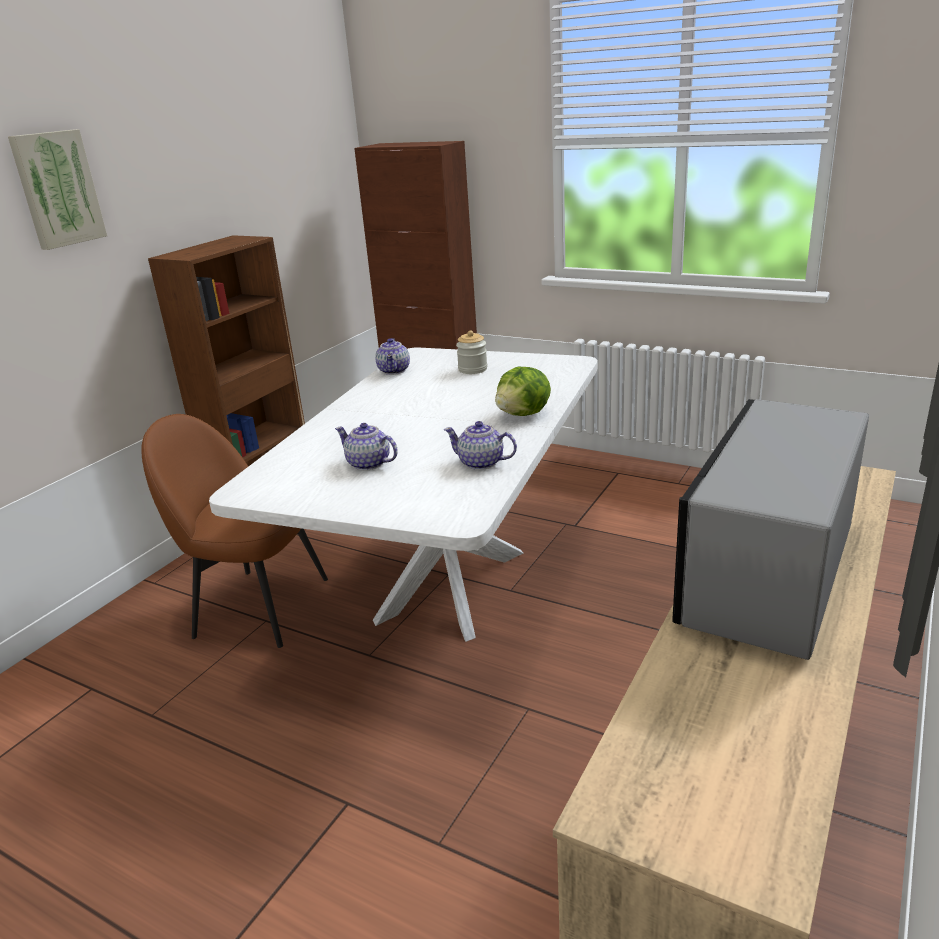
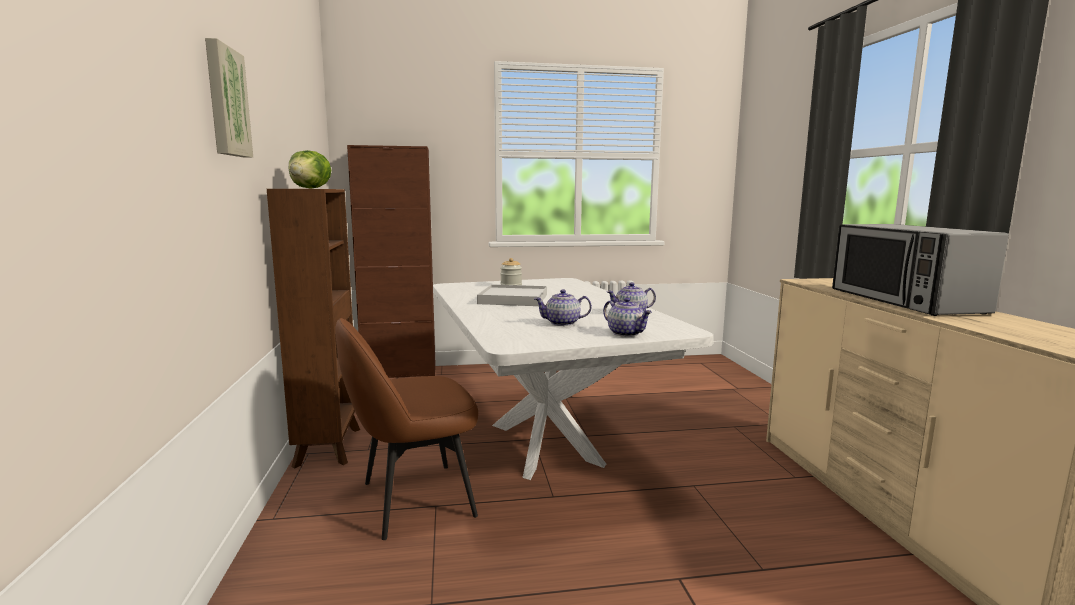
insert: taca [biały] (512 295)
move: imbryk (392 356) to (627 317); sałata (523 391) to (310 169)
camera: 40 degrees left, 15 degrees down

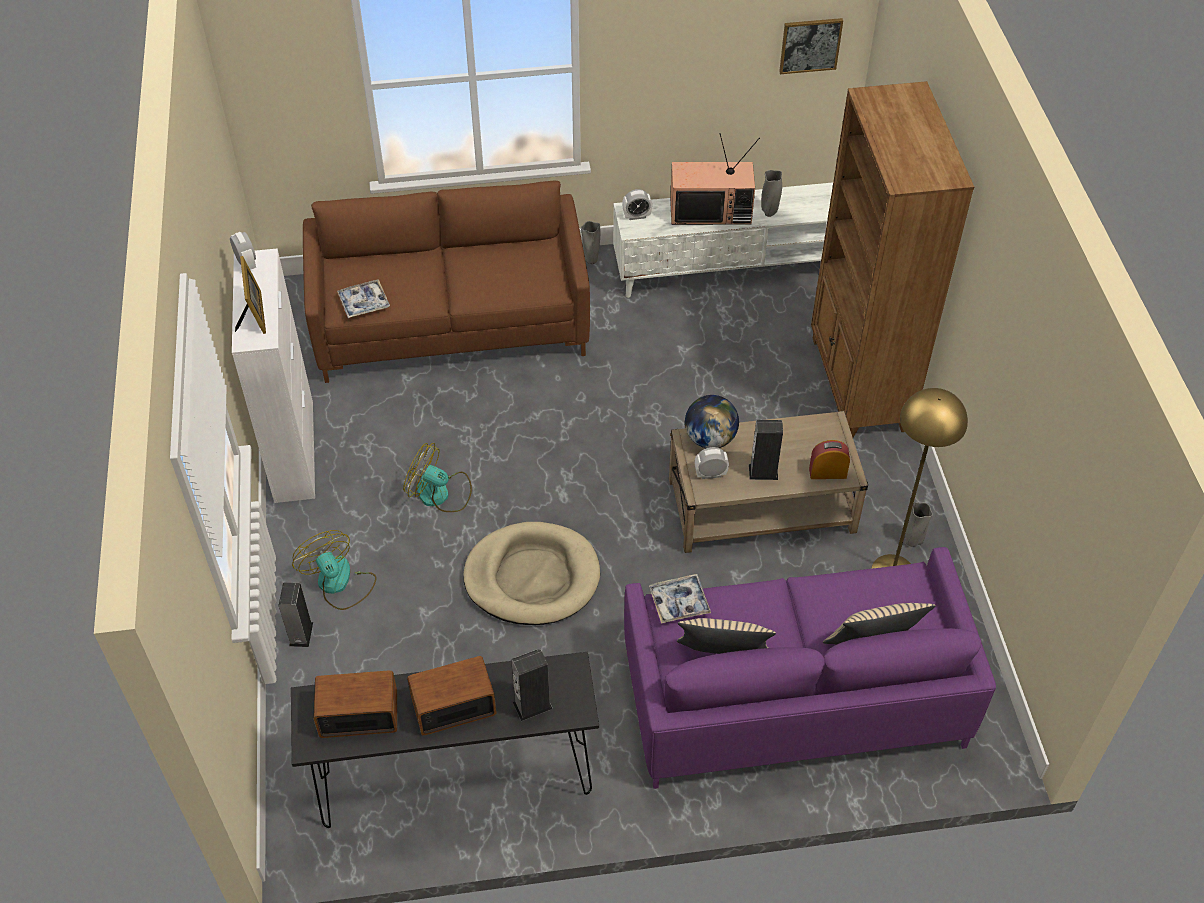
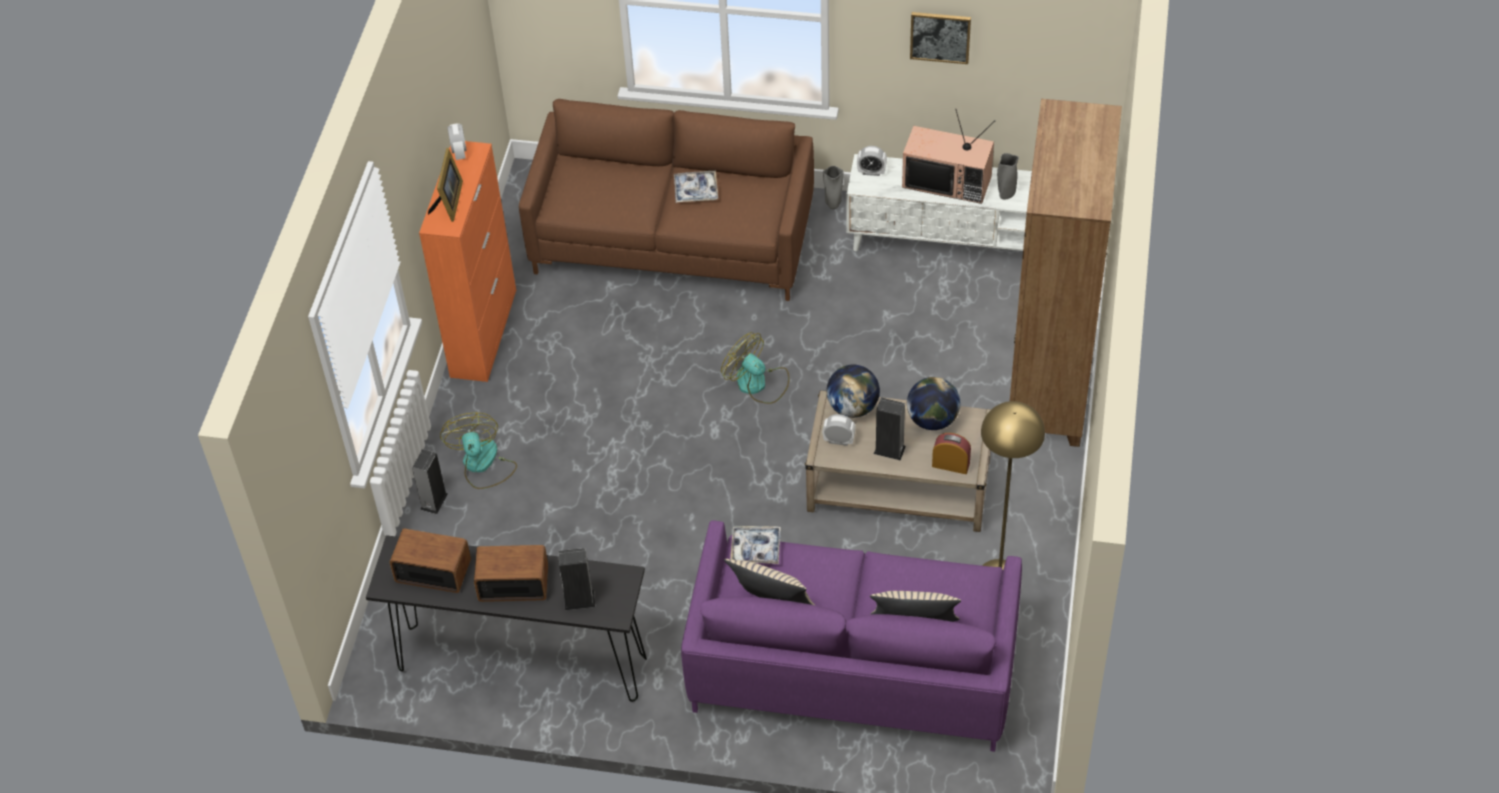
delete: legowisko [beżowy] (531 573); wazon [szary] (919 524)
insert: globus (933 403)
move: taca (363 298) to (696 187); wentylator (437 477) to (755 368); obraz (811 46) to (940 38)
recolor: szafka [biały] (273 375) to szafka [pomarańczowy] (467 261)
camera: 20 degrees right, 0 degrees up

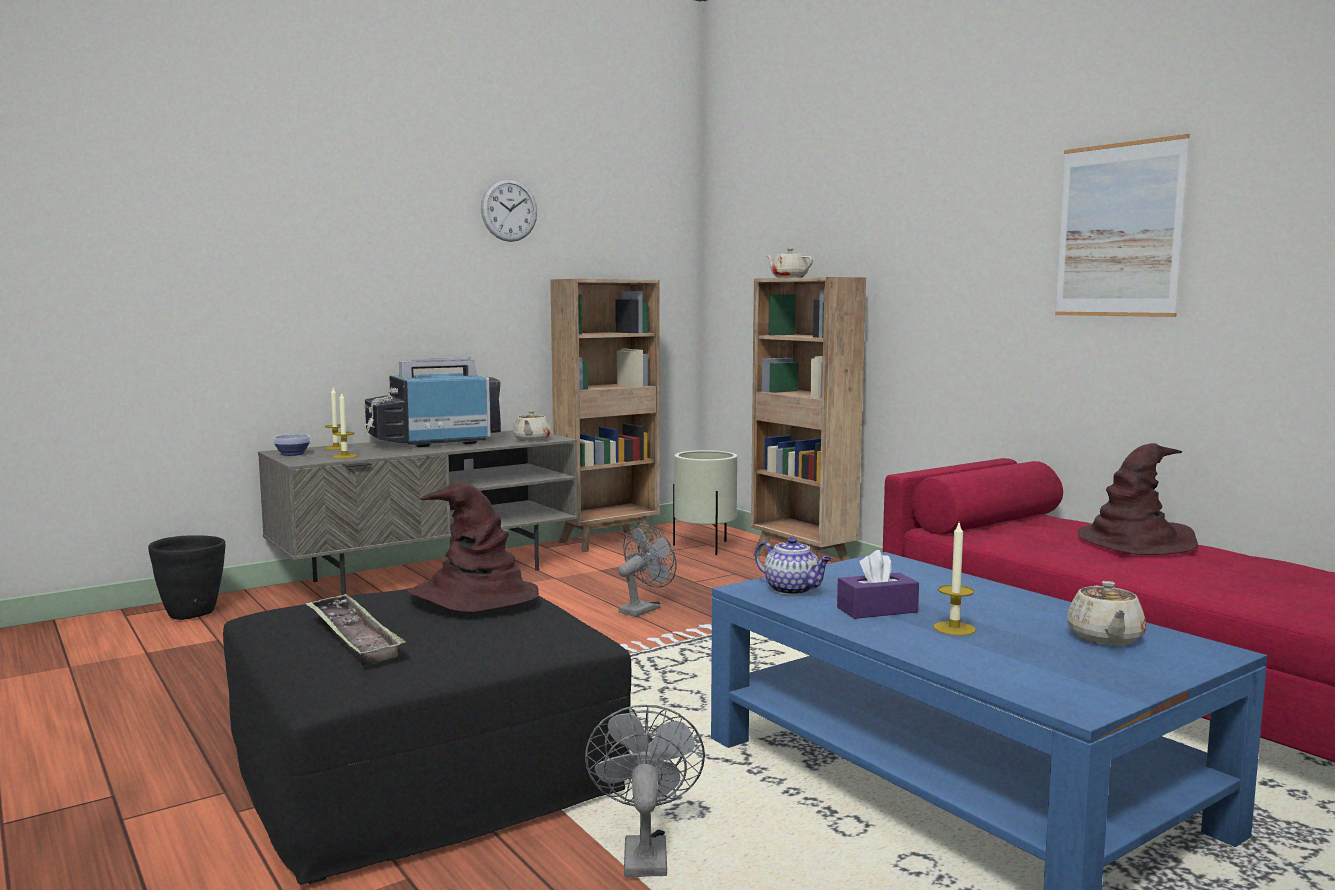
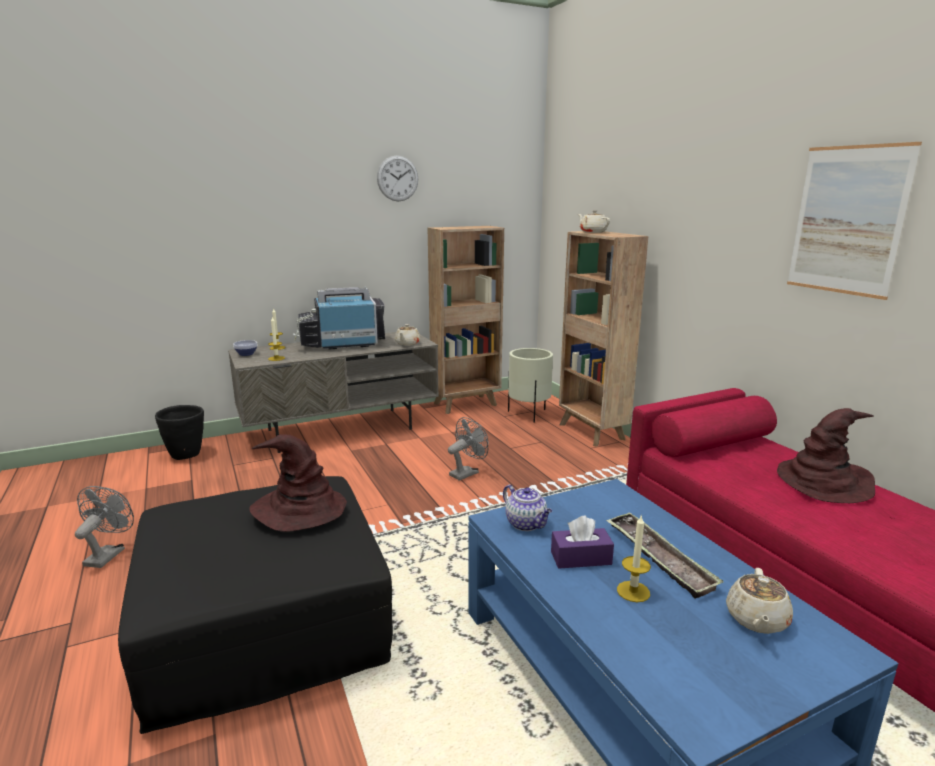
move: taca (355 629) to (664 555); wentylator [szary] (645 791) to (104 527)
camera: 10 degrees right, 10 degrees up

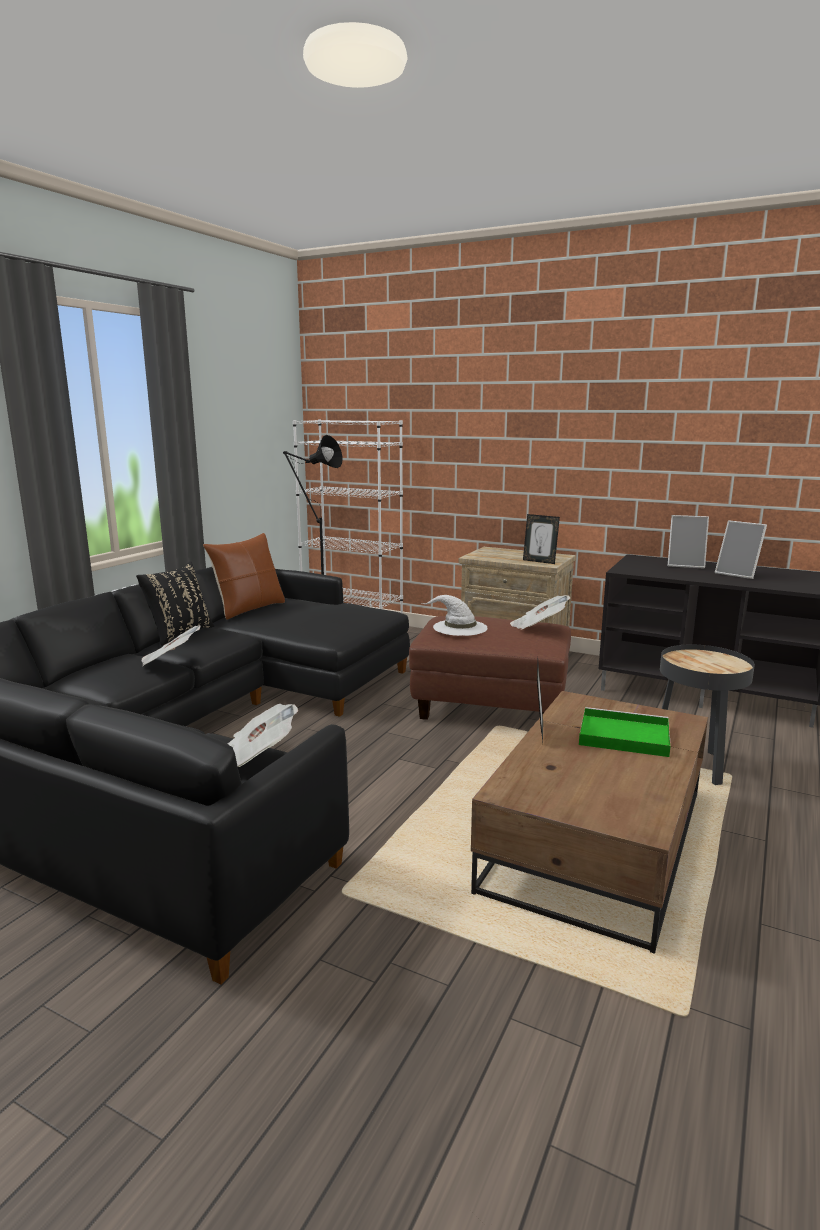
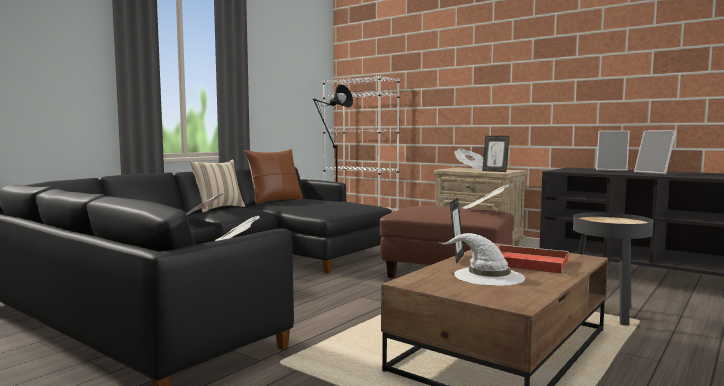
insert: gazeta (468 159)
move: kapelusz [biały] (454 615) to (482 259)
recolor: poduszka [czarny] (175 603) to poduszka [beżowy] (217 185); taca [zielony] (625 732) to taca [czerwony] (533 259)
camera: 10 degrees right, 10 degrees down

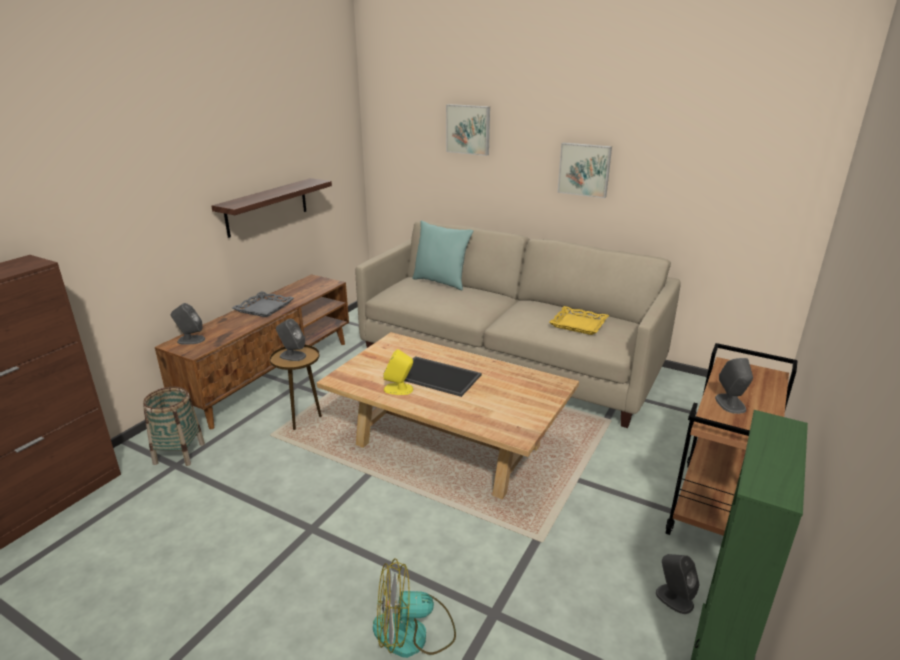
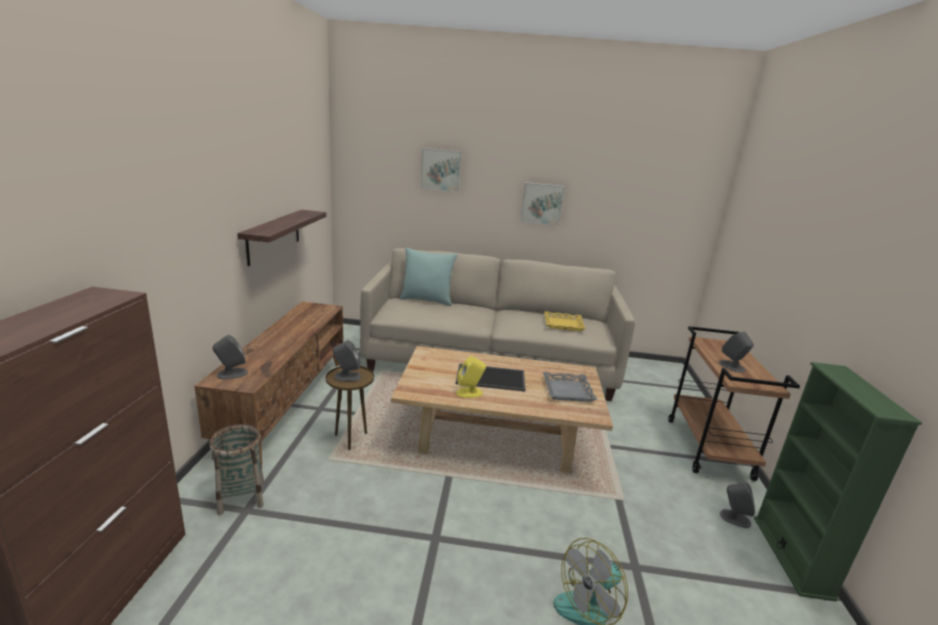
move: taca [szary] (263 304) to (570 387)
camera: 25 degrees left, 5 degrees down

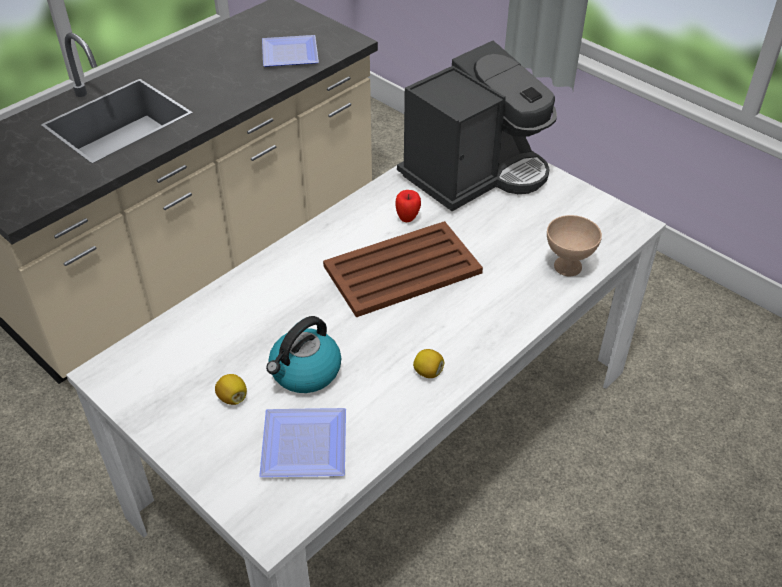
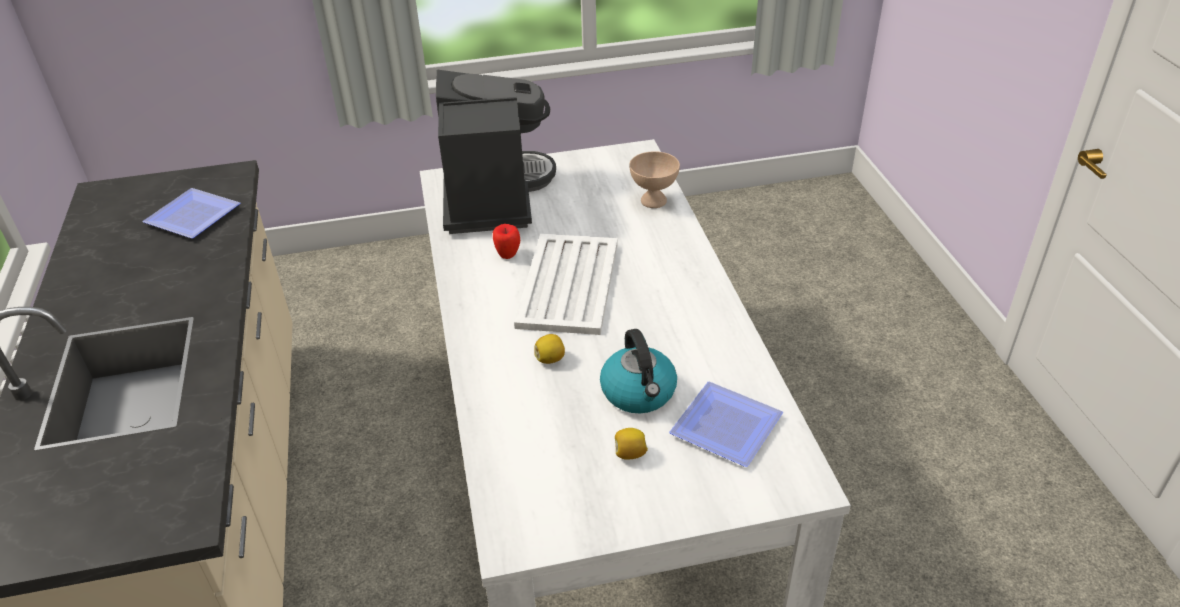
move: cytryna (428 363) to (549 349)
recolor: taca [brązowy] (403 269) to taca [biały] (566 284)
camera: 55 degrees left, 5 degrees down

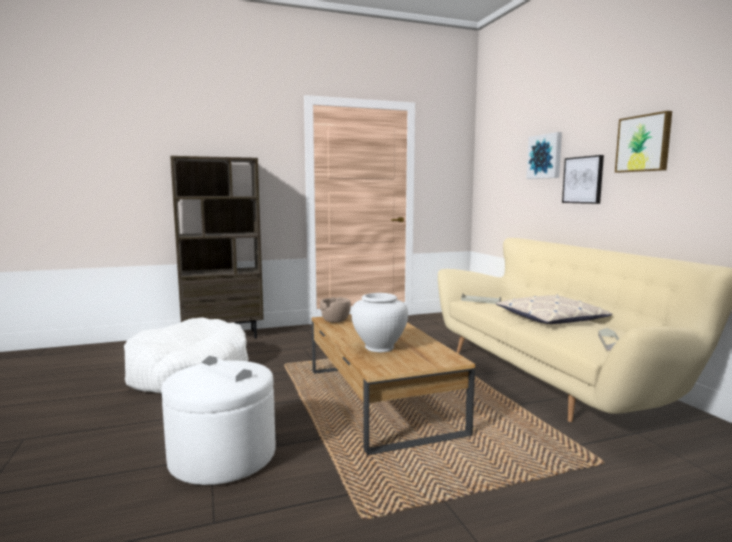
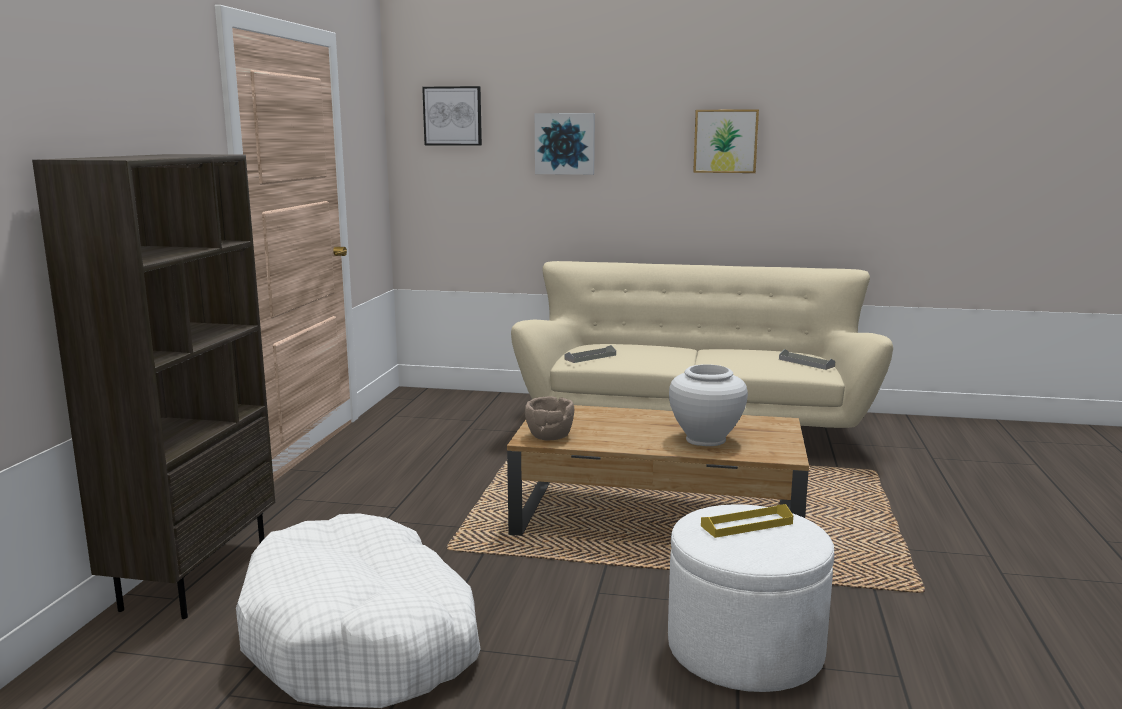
delete: poduszka (554 309)
move: obraz (583 179) to (452 116)
recolor: taca [biały] (226 369) to taca [żółty] (747 521)
camera: 60 degrees left, 5 degrees up

